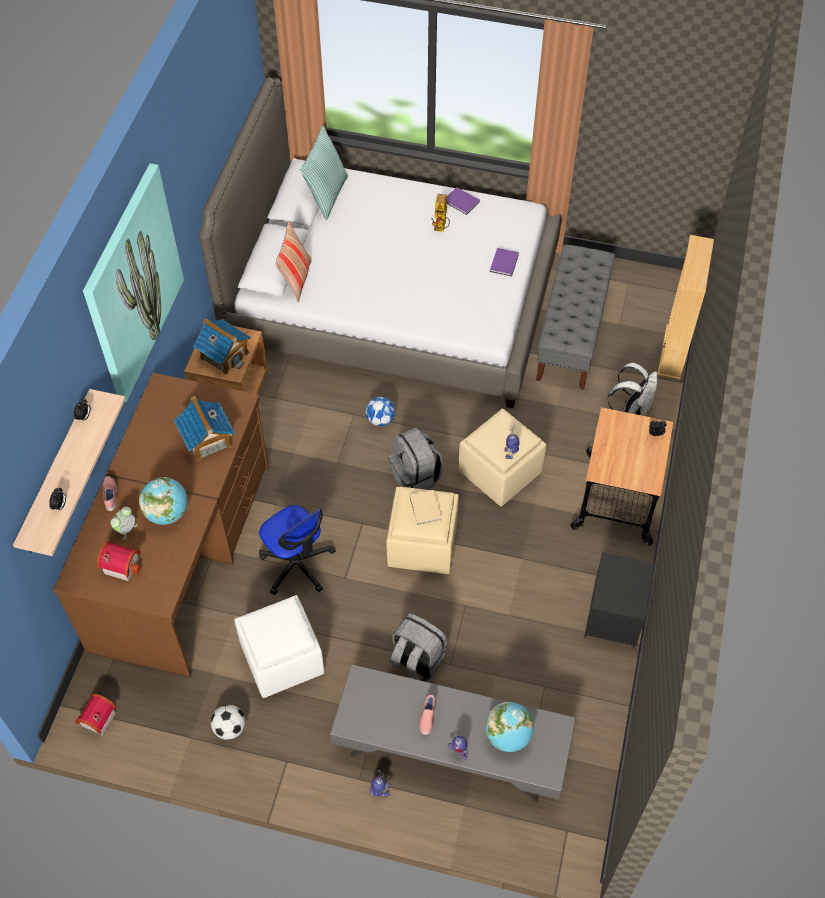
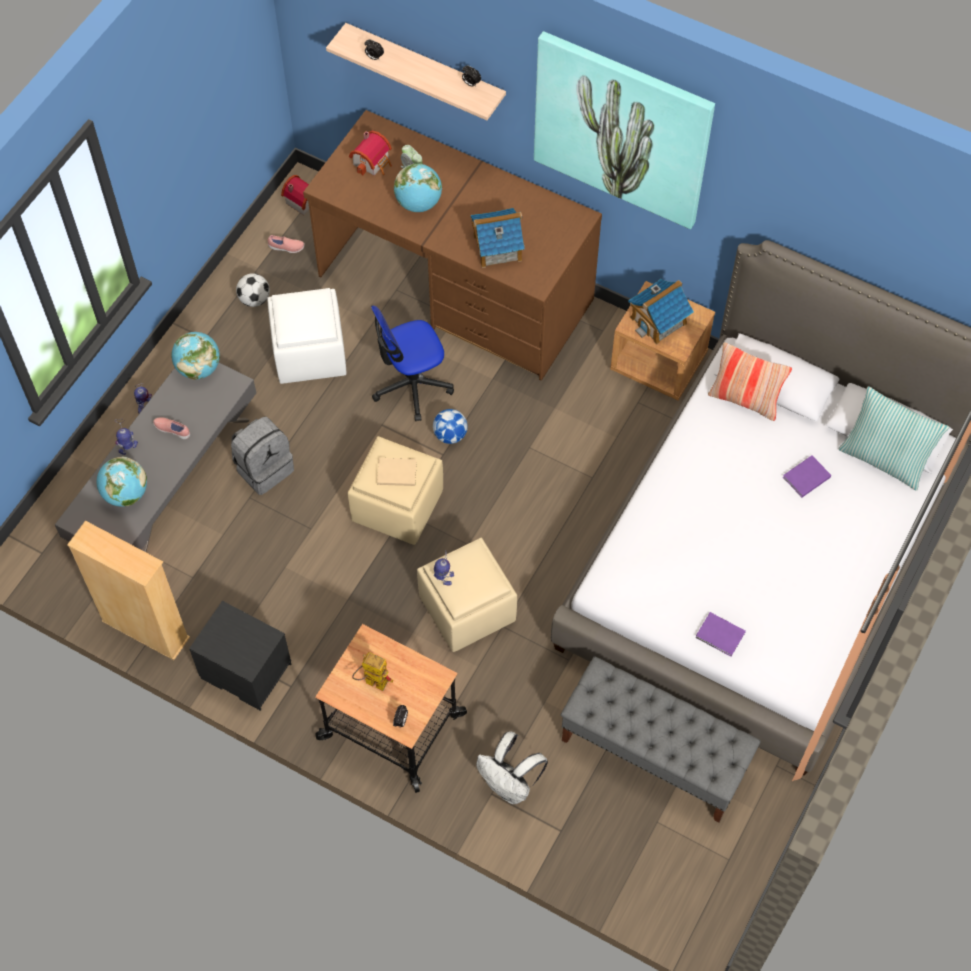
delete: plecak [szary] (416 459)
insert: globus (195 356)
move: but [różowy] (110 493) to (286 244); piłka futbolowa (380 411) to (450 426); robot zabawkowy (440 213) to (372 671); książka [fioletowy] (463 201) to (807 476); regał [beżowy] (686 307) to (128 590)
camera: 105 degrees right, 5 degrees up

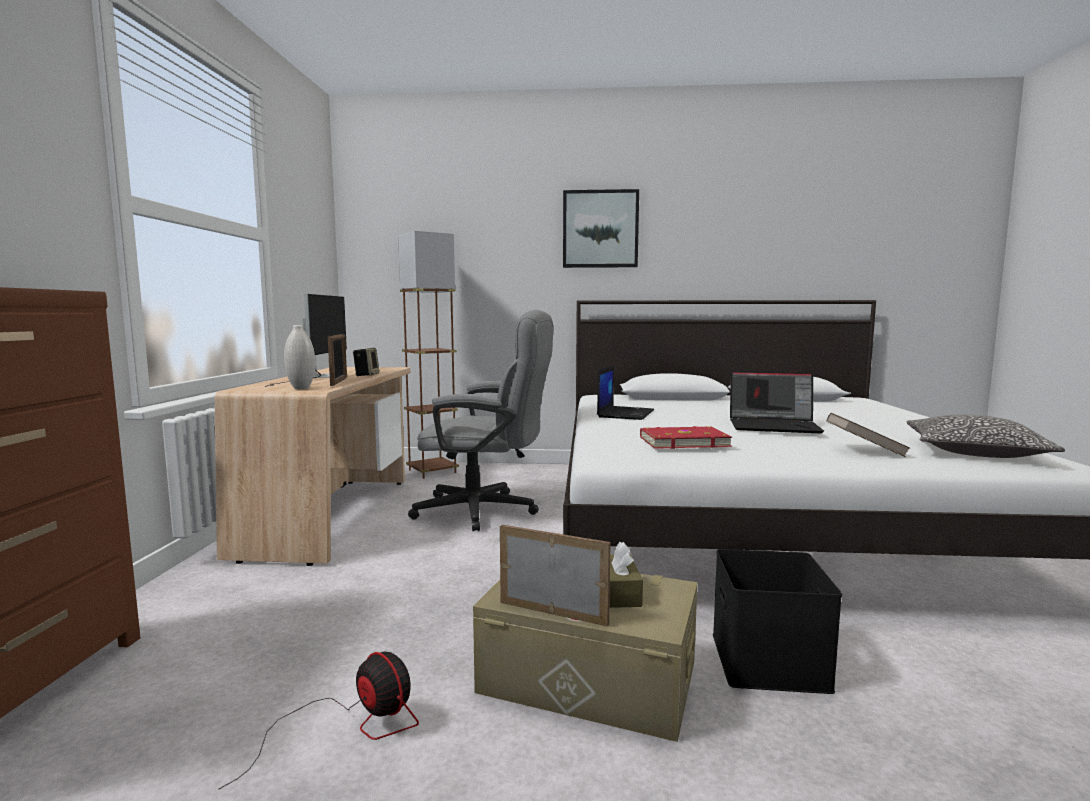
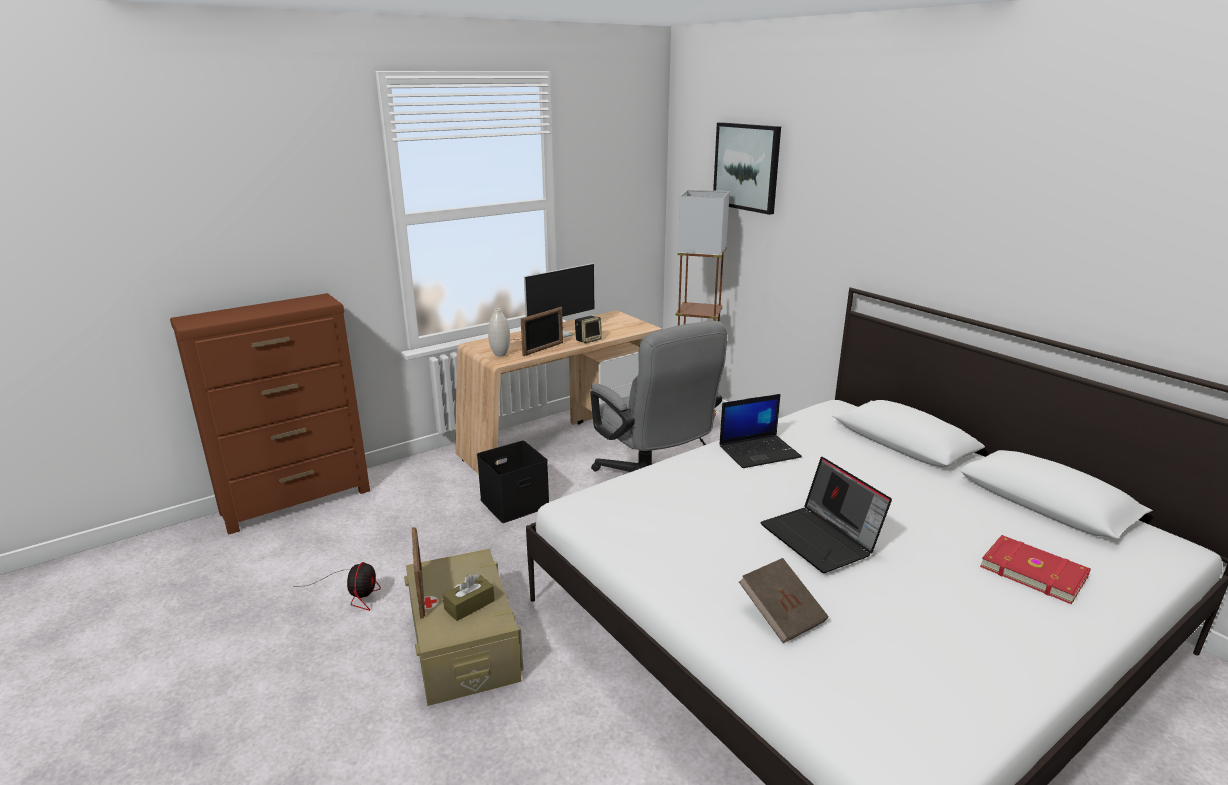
delete: poduszka (985 436)
move: obraz (601 228) to (747 168); książka [czerwony] (686 437) to (1035 569); pojemnik do przechowywania [czarny] (777 621) to (513 482)
camera: 50 degrees right, 15 degrees up

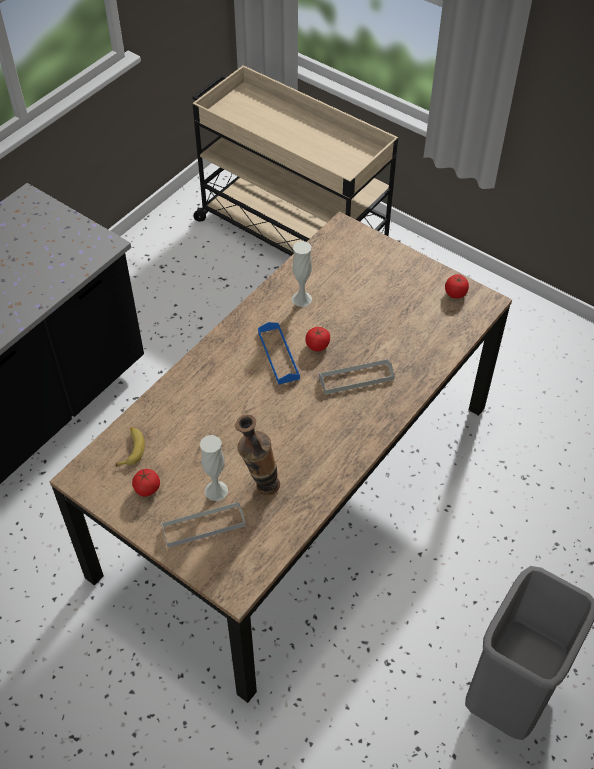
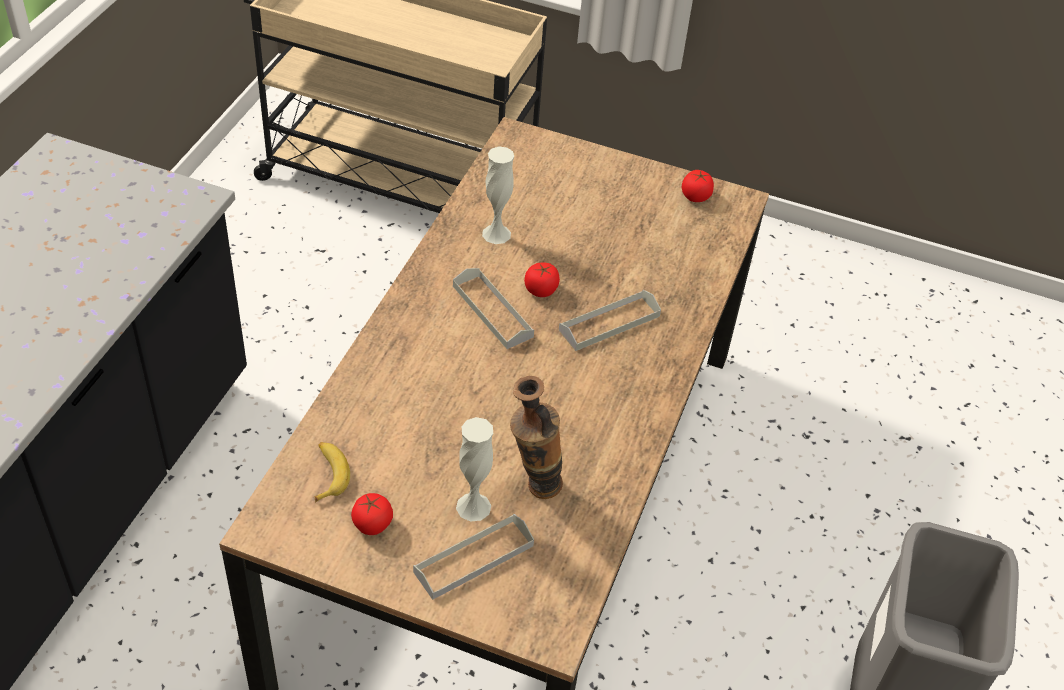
recolor: taca [niebieski] (279 353) to taca [szary] (493 308)
camera: 20 degrees left, 5 degrees down

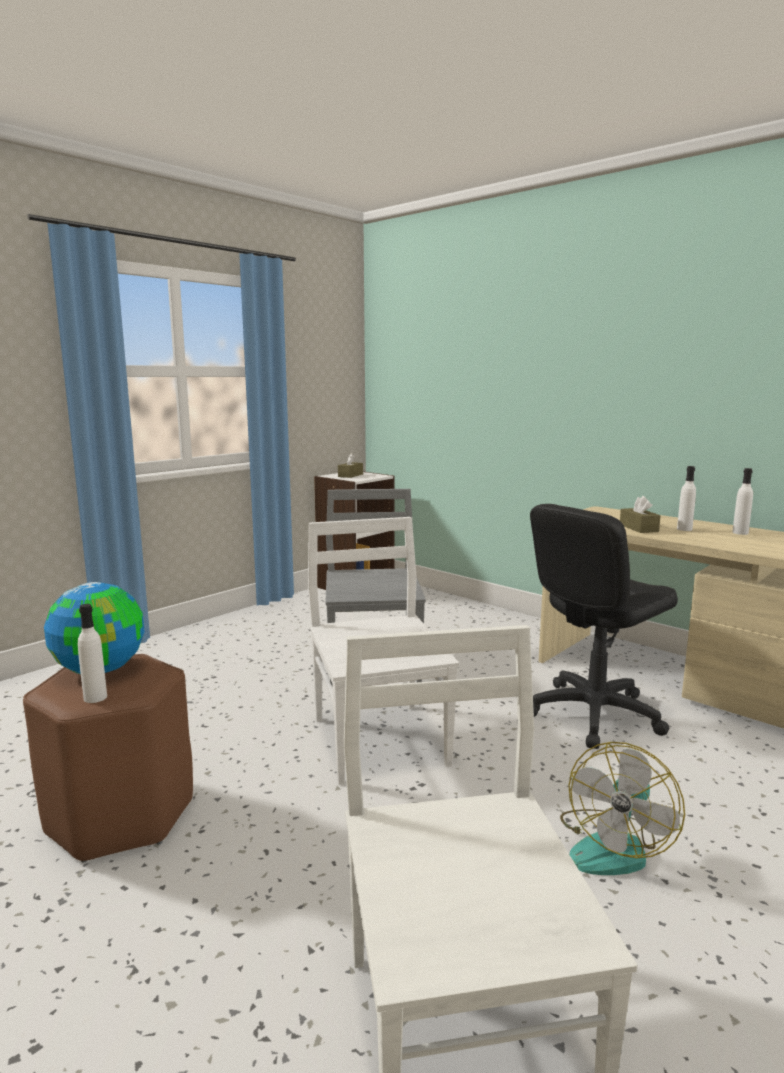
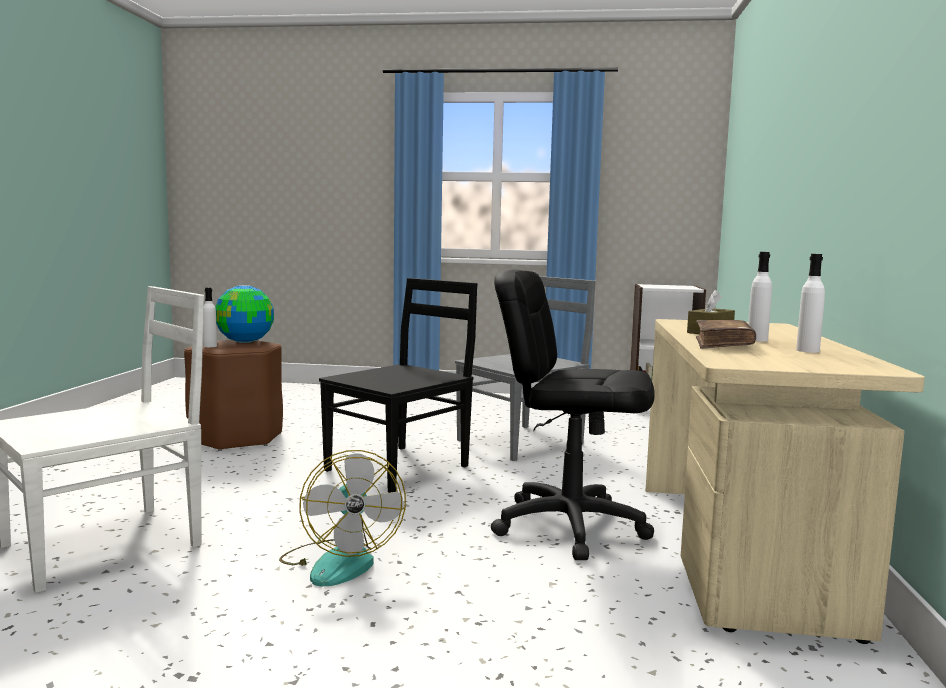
delete: pudełko chusteczek [brązowy] (350 465)
insert: książka [brązowy] (726 334)
recolor: krzesło [biały] (383 651) to krzesło [czarny] (398 385)
rotate: wentylator (622 808) = (342 518) 105 degrees counterclockwise
camera: 55 degrees right, 5 degrees down

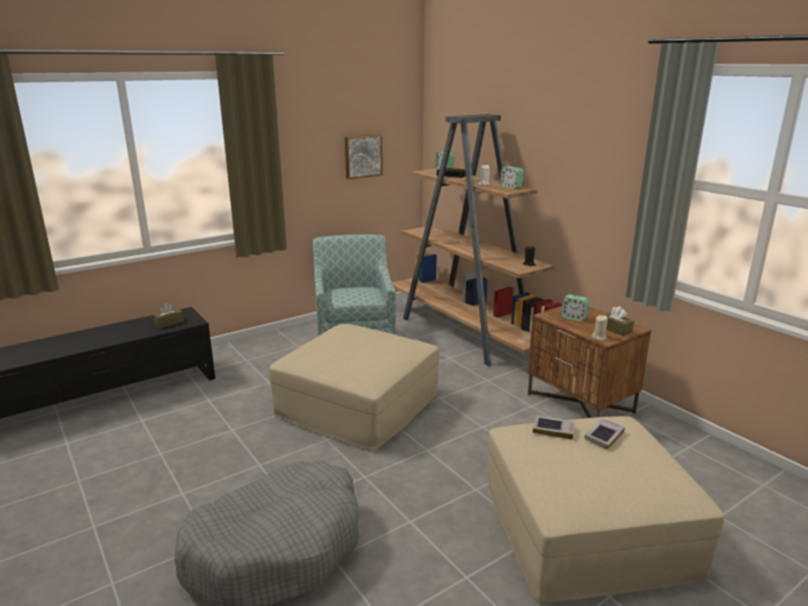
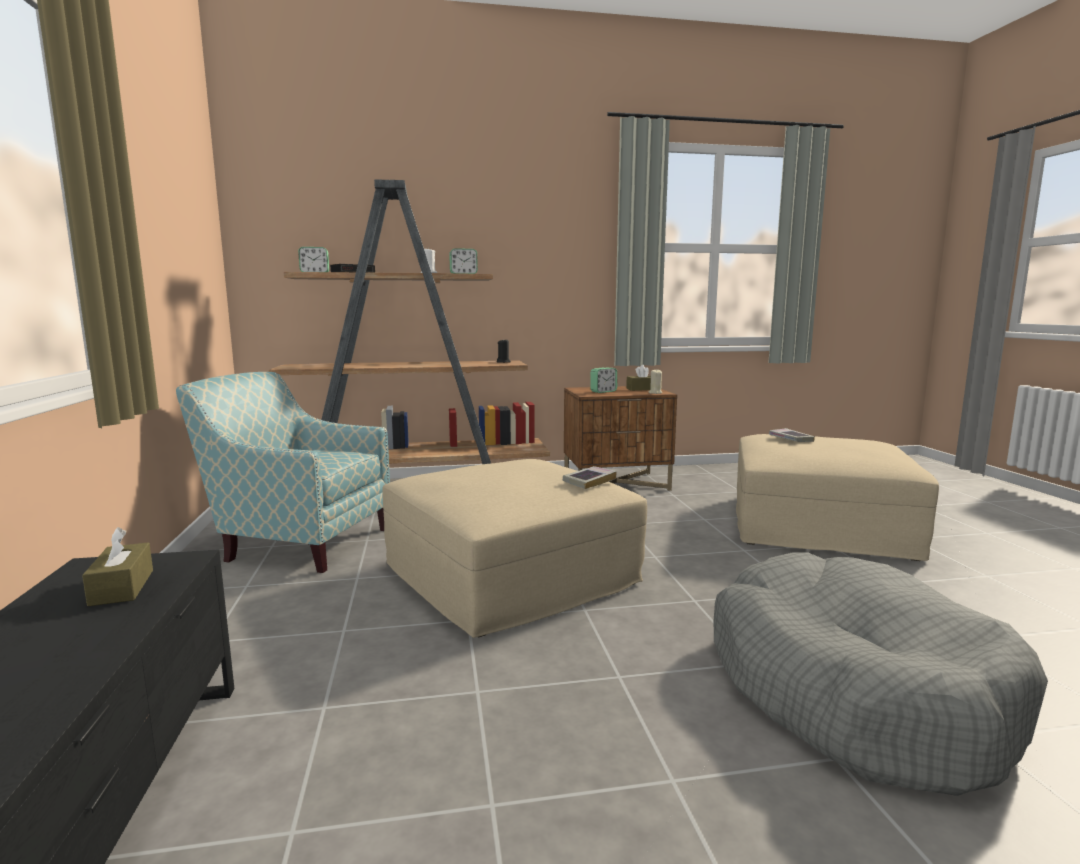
delete: obraz (364 156)
move: książka (554 427) to (590 477)
camera: 65 degrees left, 10 degrees down

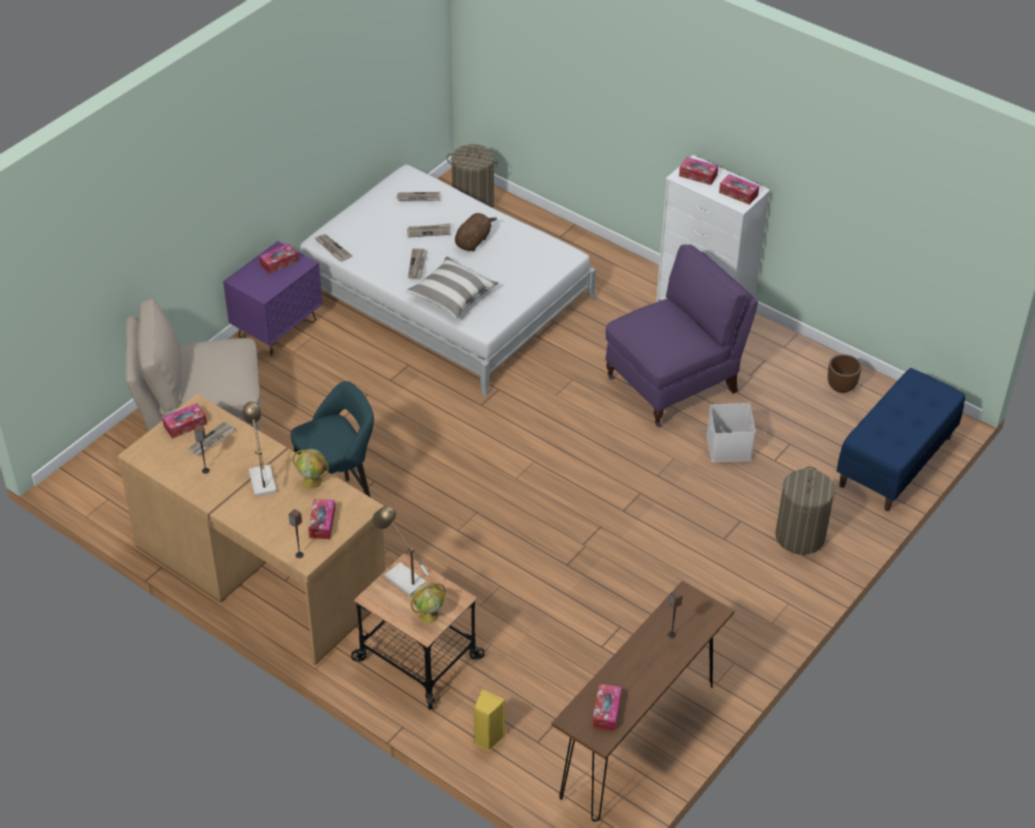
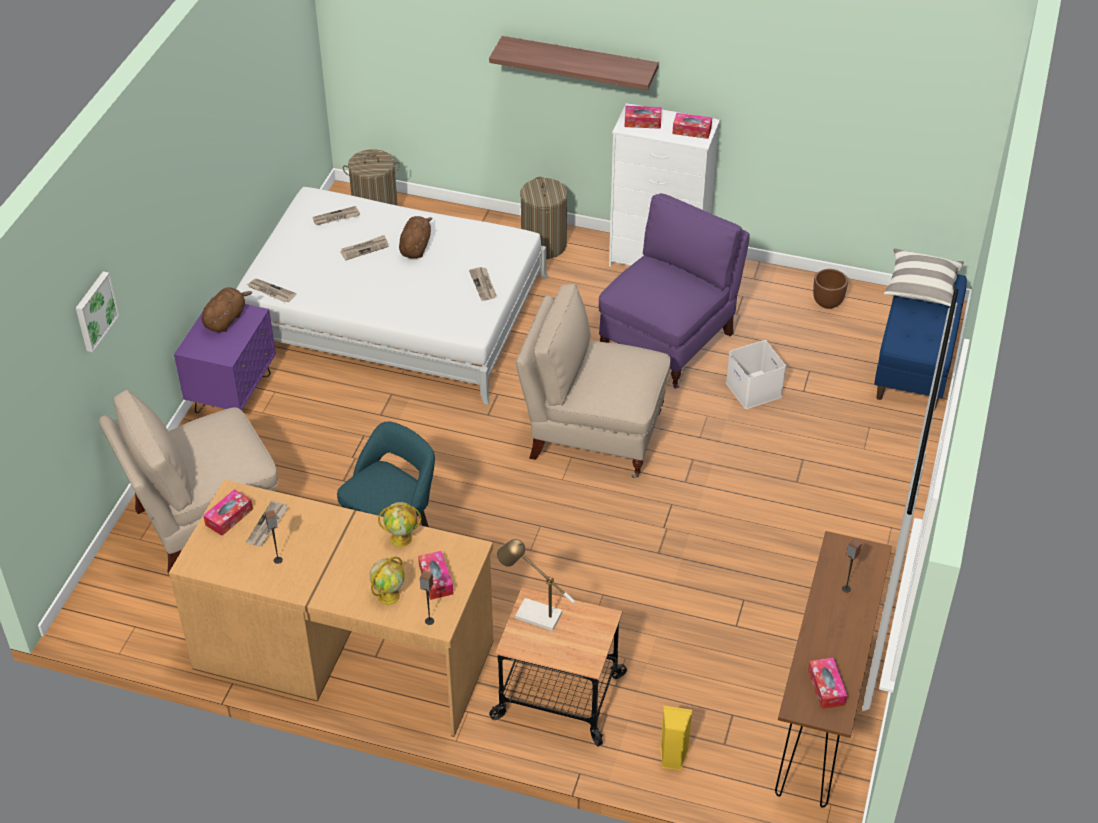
delete: lampa stołowa (259 449)
insert: obraz (97 311); półka (574 63); krzesło [beżowy] (593 381)
move: poduszka (452 287) to (924 277); gazeta (418 263) to (482 284); globus (428 602) to (387 581); kosz na pranie (805 510) to (543 218)
replace: pudełko chusteczek (278 258) to pluszak [brązowy] (227 309)
camera: 20 degrees left, 0 degrees up

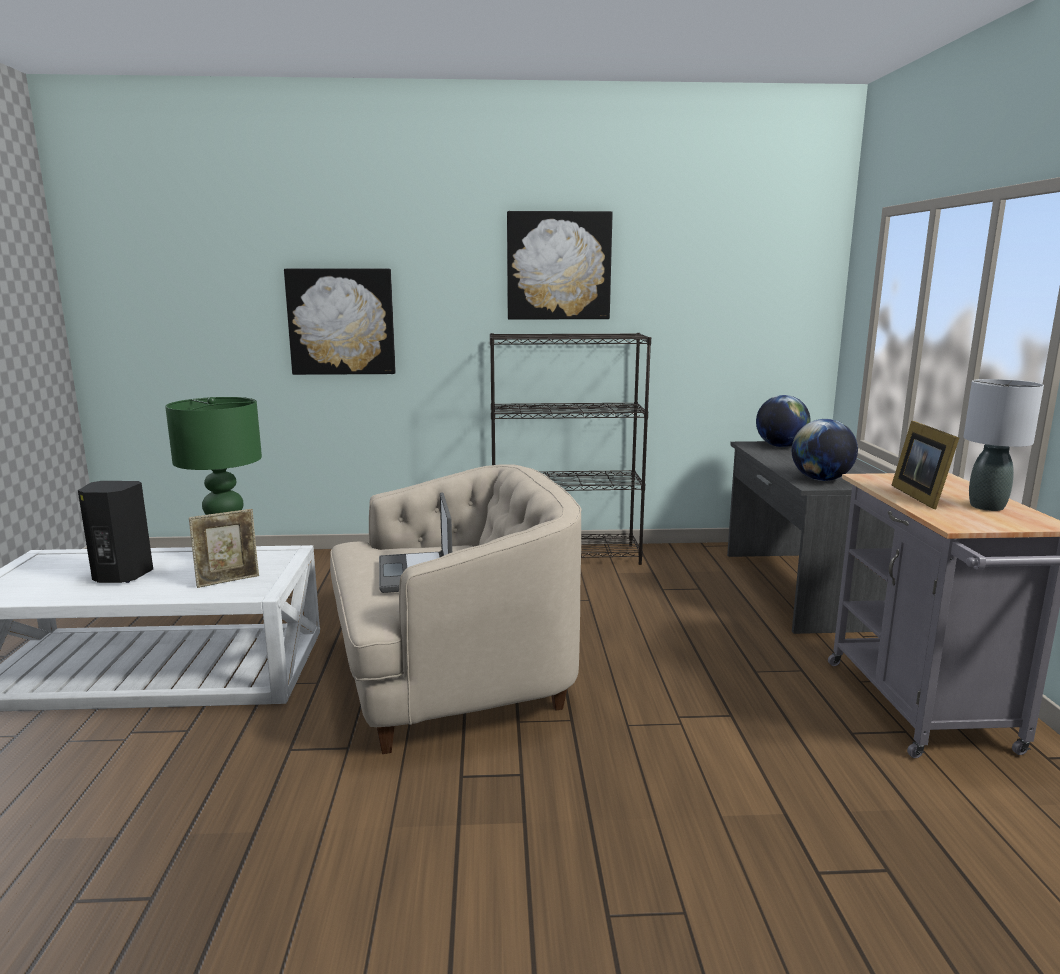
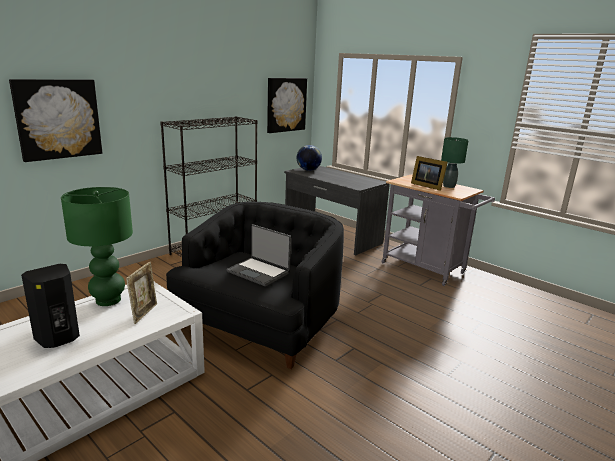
delete: globus (825 450)
move: obraz (560 265) to (287 105)
recolor: fotel [beżowy] (456 609) to fotel [czarny] (255 285); lampa stołowa [szary] (1003 445) to lampa stołowa [zielony] (455 162)
camera: 45 degrees left, 5 degrees up

